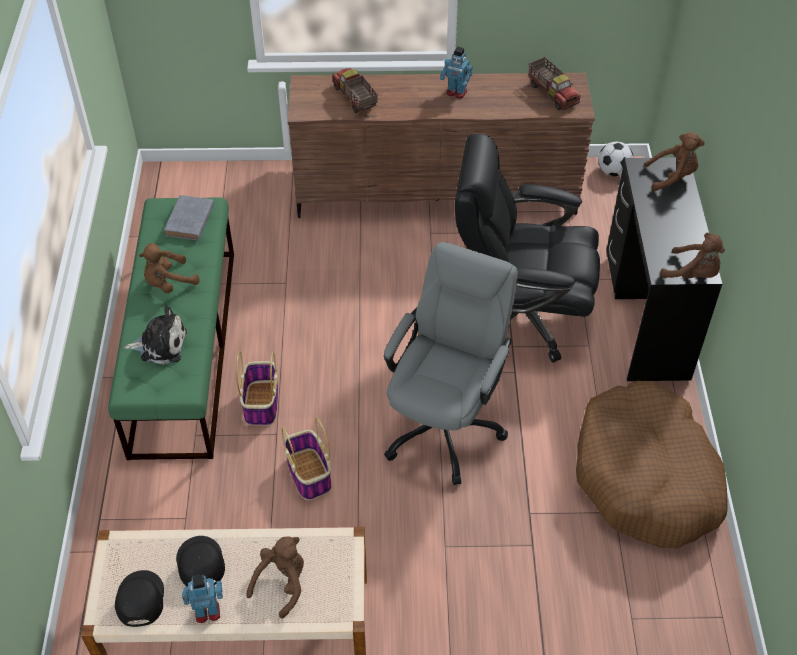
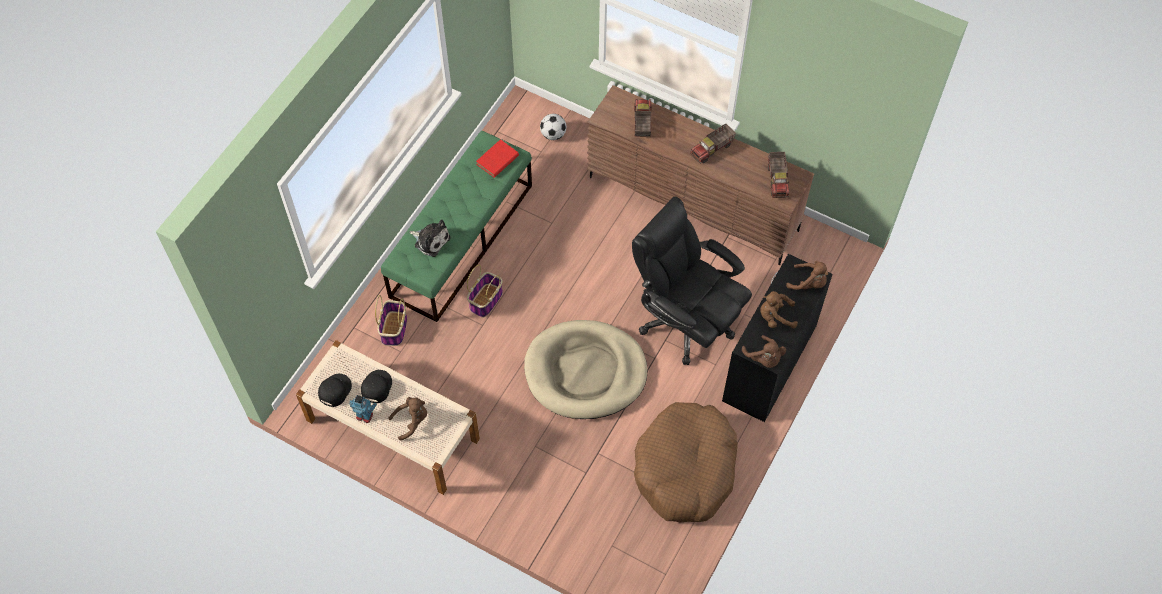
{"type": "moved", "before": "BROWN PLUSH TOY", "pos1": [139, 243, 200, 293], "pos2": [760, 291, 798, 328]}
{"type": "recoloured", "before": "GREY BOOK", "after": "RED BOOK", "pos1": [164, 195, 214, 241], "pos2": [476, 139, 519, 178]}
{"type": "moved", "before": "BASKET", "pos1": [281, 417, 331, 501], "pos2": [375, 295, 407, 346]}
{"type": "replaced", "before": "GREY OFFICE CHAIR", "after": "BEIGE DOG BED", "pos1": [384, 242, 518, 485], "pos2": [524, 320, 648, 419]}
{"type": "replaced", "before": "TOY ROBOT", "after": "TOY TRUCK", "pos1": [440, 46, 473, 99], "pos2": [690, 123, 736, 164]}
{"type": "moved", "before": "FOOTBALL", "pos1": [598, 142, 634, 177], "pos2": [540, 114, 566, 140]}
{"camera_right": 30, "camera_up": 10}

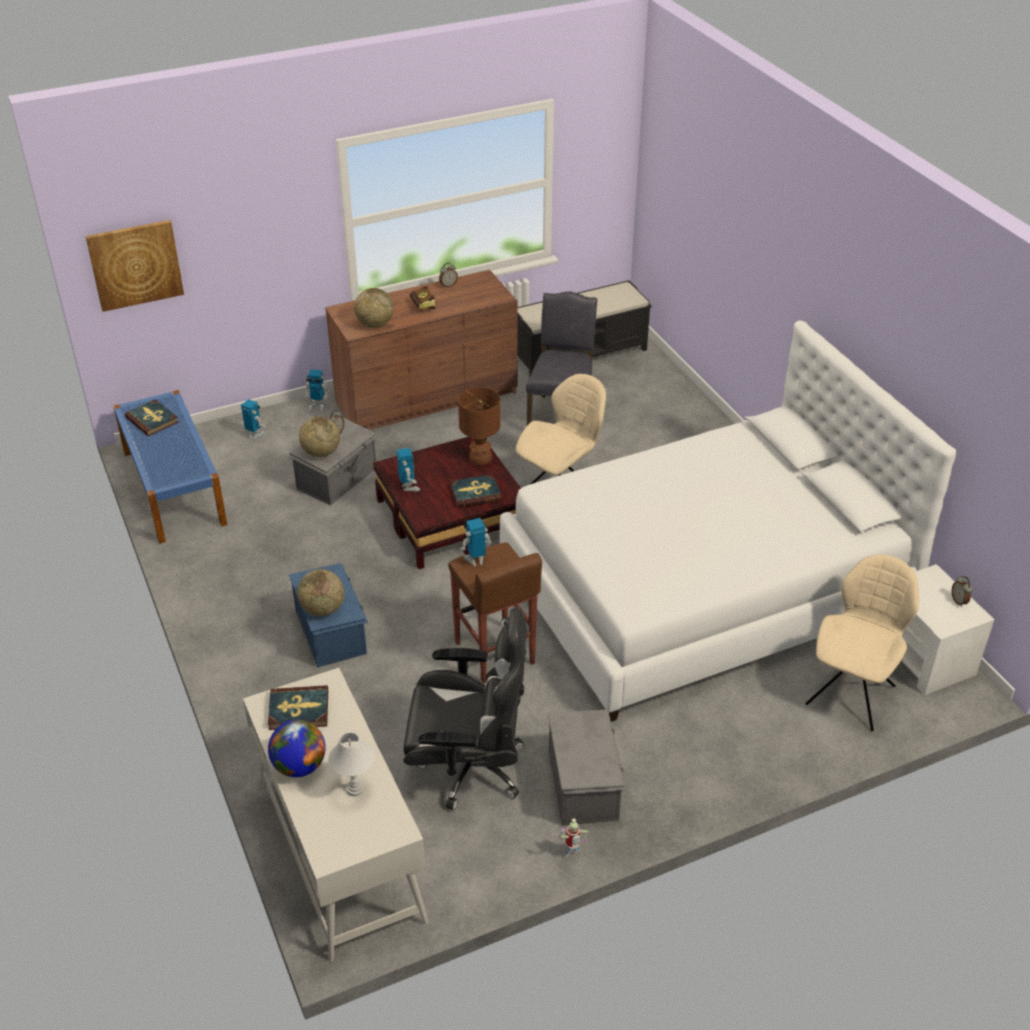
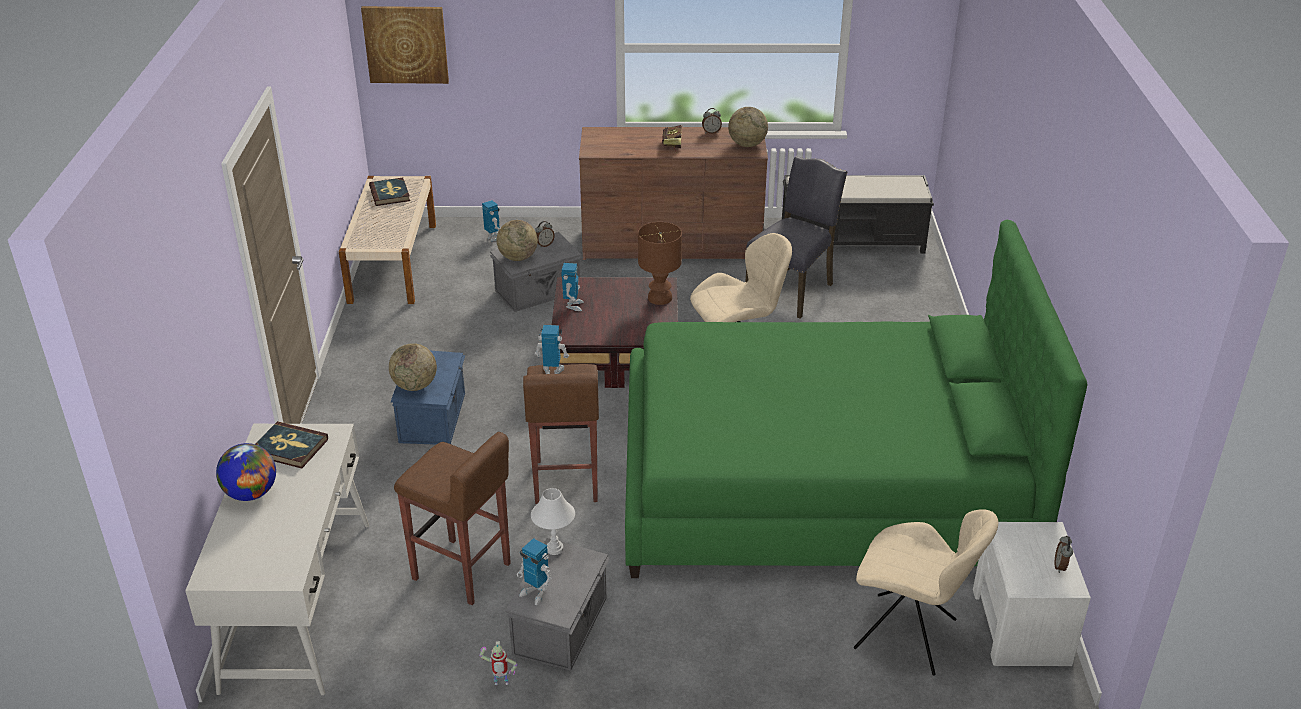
{"type": "recoloured", "before": "BLUE BENCH", "after": "BEIGE BENCH", "pos1": [113, 390, 228, 544], "pos2": [339, 176, 436, 304]}
{"type": "moved", "before": "TOY ROBOT", "pos1": [304, 369, 329, 412], "pos2": [517, 538, 552, 605]}
{"type": "moved", "before": "WHITE TABLE LAMP", "pos1": [328, 732, 375, 796], "pos2": [531, 488, 575, 555]}
{"type": "moved", "before": "GLOBE", "pos1": [354, 288, 394, 328], "pos2": [728, 107, 768, 147]}
{"type": "replaced", "before": "BLACK OFFICE CHAIR", "after": "BROWN STOOL", "pos1": [403, 607, 527, 810], "pos2": [394, 432, 511, 605]}
{"type": "removed", "before": "BOOK", "pos1": [450, 474, 502, 508]}
{"type": "recoloured", "before": "WHITE BED", "after": "GREEN BED", "pos1": [500, 320, 956, 722], "pos2": [625, 220, 1088, 578]}
{"type": "turned", "before": "BEIGE CHAIR", "pos1": [805, 555, 919, 731], "pos2": [854, 509, 999, 676], "turn": 60}
{"camera_right": 25, "camera_up": -5}

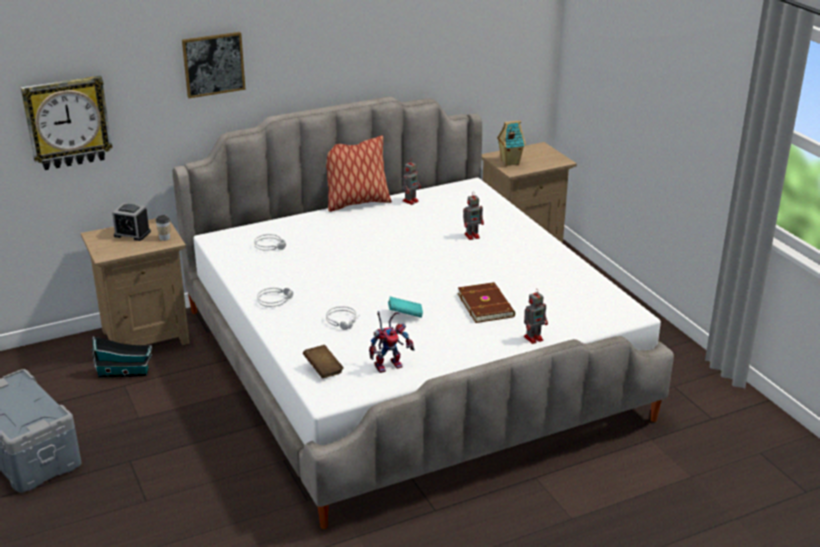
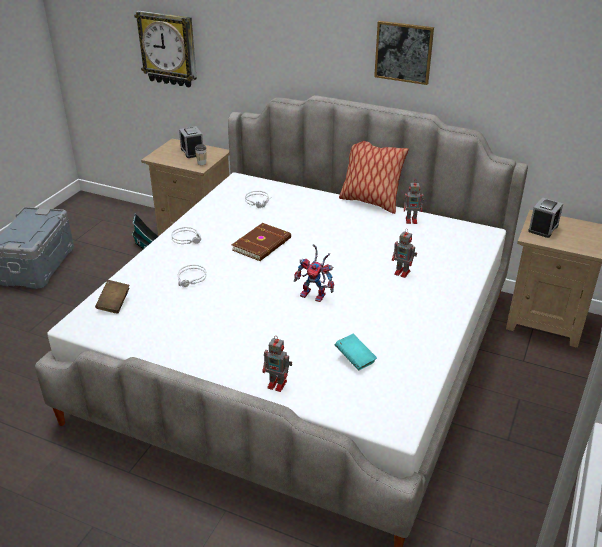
{"type": "moved", "before": "PICTURE", "pos1": [182, 32, 246, 98], "pos2": [374, 21, 434, 85]}
{"type": "moved", "before": "TOY ROBOT", "pos1": [369, 311, 415, 373], "pos2": [294, 244, 334, 302]}
{"type": "moved", "before": "TURQUOISE BOOK", "pos1": [388, 297, 423, 318], "pos2": [335, 334, 377, 371]}
{"type": "moved", "before": "BROWN BOOK", "pos1": [457, 282, 515, 323], "pos2": [232, 223, 291, 261]}
{"type": "replaced", "before": "TOY HOUSE", "after": "ALARM CLOCK", "pos1": [497, 120, 526, 166], "pos2": [528, 198, 563, 238]}
{"camera_right": 50, "camera_up": 5}

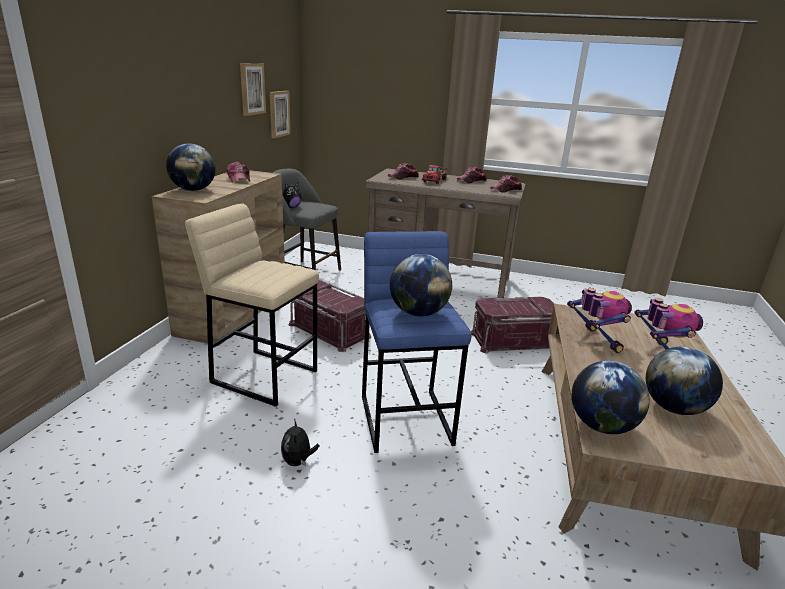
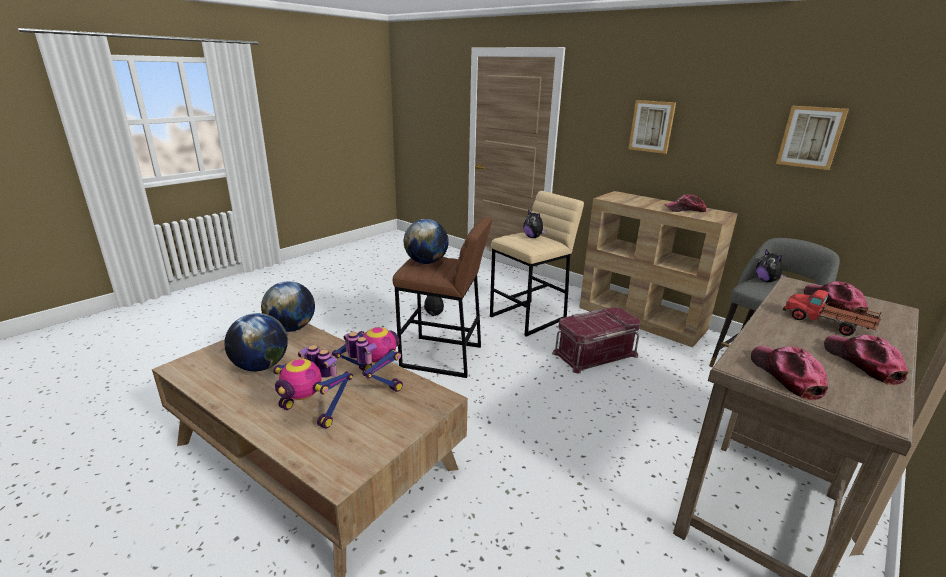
{"type": "removed", "before": "GLOBE", "pos1": [166, 143, 216, 191]}
{"type": "moved", "before": "PICTURE", "pos1": [270, 91, 291, 138], "pos2": [628, 100, 676, 154]}
{"type": "recoloured", "before": "BLUE STOOL", "after": "BROWN STOOL", "pos1": [362, 231, 471, 453], "pos2": [393, 217, 492, 378]}
{"type": "removed", "before": "RED STORAGE BOX", "pos1": [471, 297, 554, 354]}
{"type": "turned", "before": "TOY ROBOT", "pos1": [567, 288, 632, 353], "pos2": [332, 327, 403, 392], "turn": -150}
{"type": "added", "after": "PLUSH TOY", "pos2": [523, 210, 547, 238]}
{"camera_right": 115, "camera_up": 0}

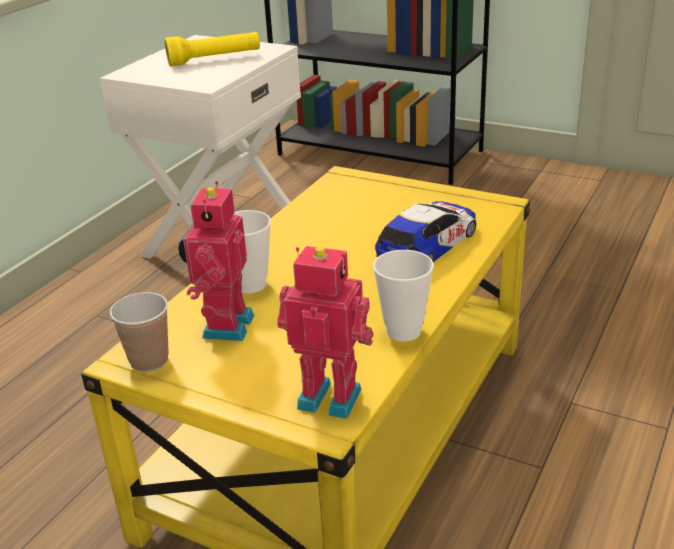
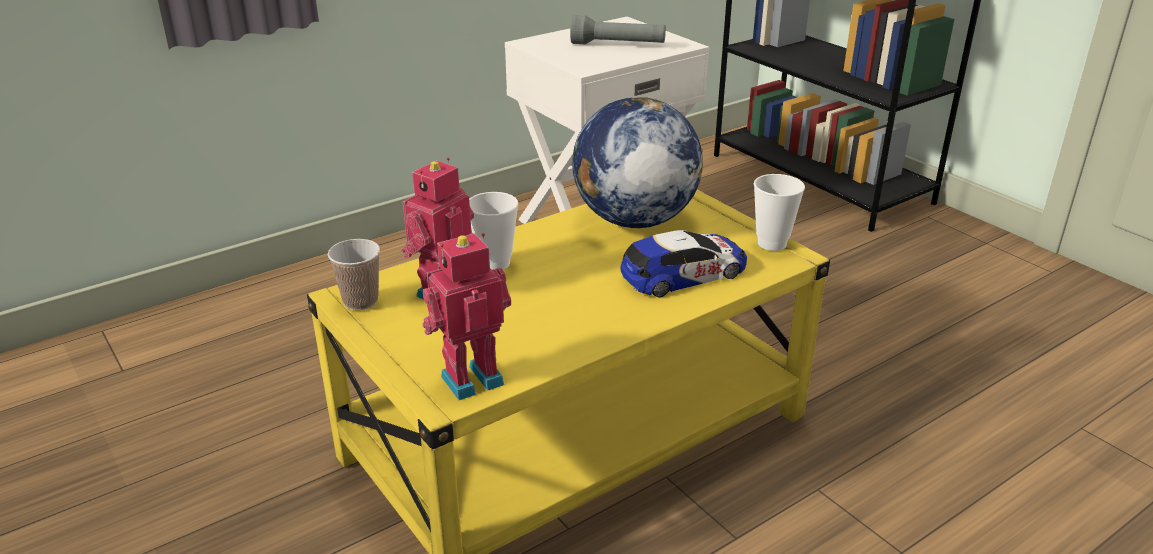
{"type": "recoloured", "before": "YELLOW FLASHLIGHT", "after": "GREY FLASHLIGHT", "pos1": [164, 32, 260, 67], "pos2": [570, 15, 666, 44]}
{"type": "turned", "before": "TOY ROBOT", "pos1": [277, 246, 374, 419], "pos2": [423, 233, 511, 400], "turn": -75}
{"type": "moved", "before": "CUP", "pos1": [373, 250, 434, 341], "pos2": [754, 174, 805, 251]}
{"type": "added", "after": "GLOBE", "pos2": [572, 97, 704, 228]}
{"camera_right": 25, "camera_up": 0}

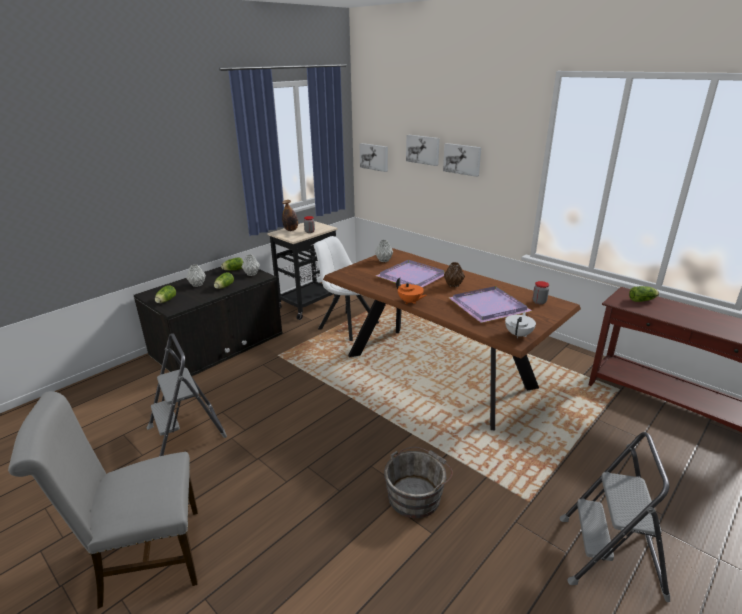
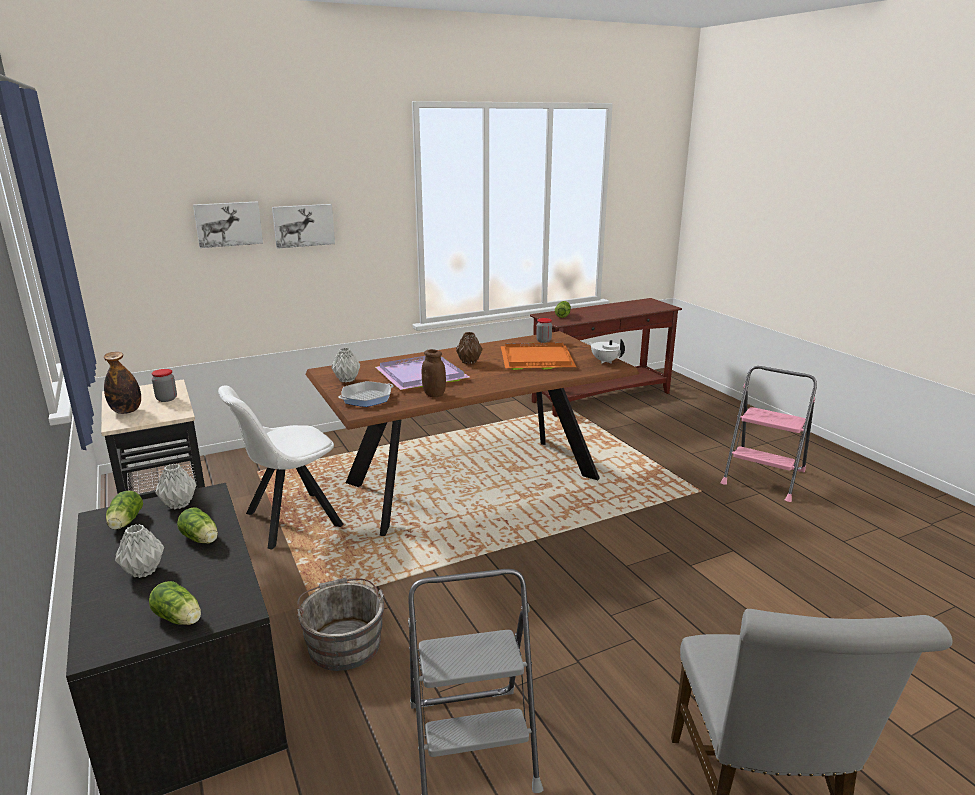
{"type": "removed", "before": "PICTURE", "pos1": [359, 143, 388, 172]}
{"type": "moved", "before": "GREY BUCKET", "pos1": [384, 447, 453, 518], "pos2": [297, 578, 384, 671]}
{"type": "removed", "before": "ORANGE TEAPOT", "pos1": [396, 278, 427, 304]}
{"type": "recoloured", "before": "PURPLE TRAY", "after": "ORANGE TRAY", "pos1": [449, 286, 532, 323], "pos2": [501, 342, 576, 370]}
{"type": "recoloured", "before": "GREY STEP LADDER", "after": "PINK STEP LADDER", "pos1": [560, 432, 670, 602], "pos2": [721, 366, 817, 502]}
{"type": "added", "after": "FRYING PAN", "pos2": [338, 381, 393, 407]}
{"type": "added", "after": "BROWN JAR", "pos2": [422, 349, 446, 397]}
{"camera_right": -70, "camera_up": -5}

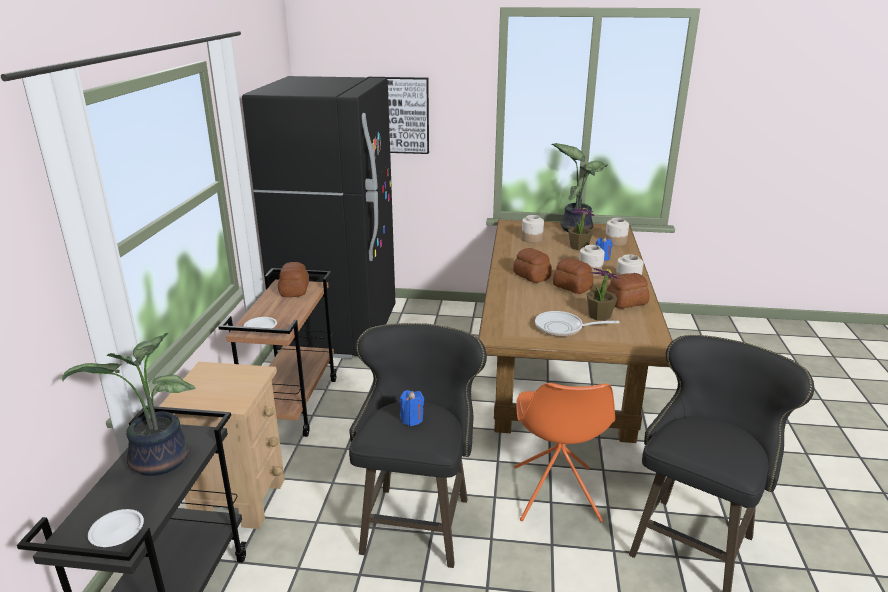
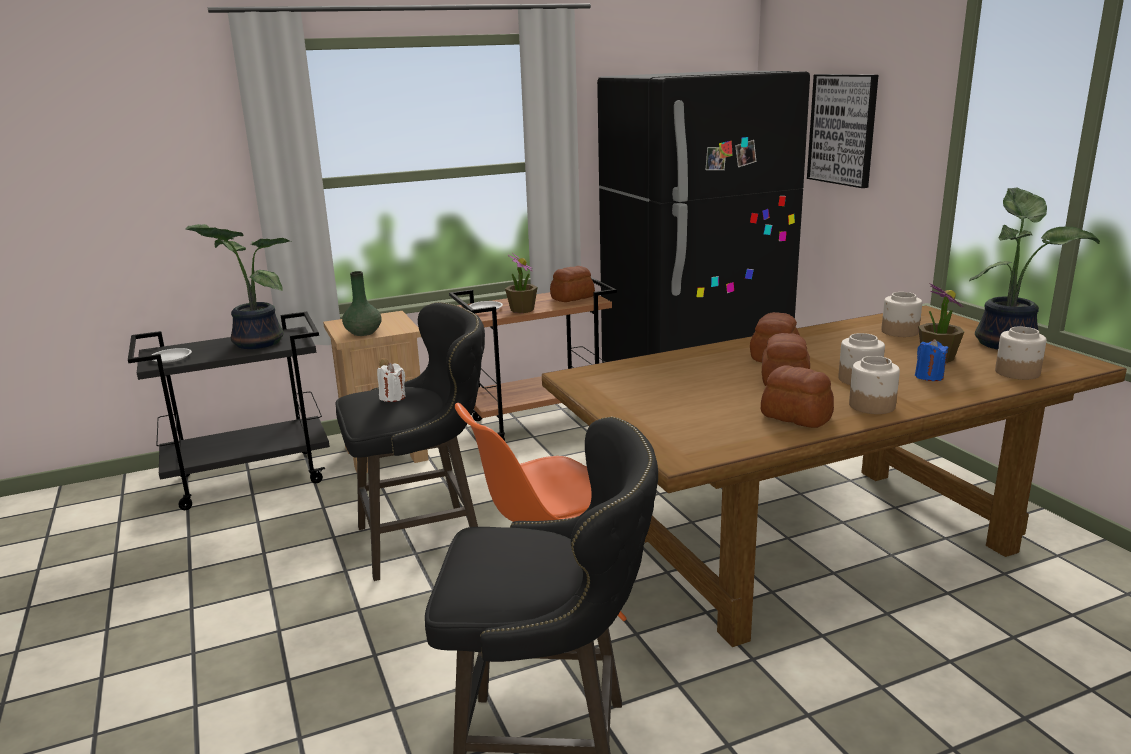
{"type": "recoloured", "before": "BLUE CANDLE", "after": "WHITE CANDLE", "pos1": [400, 390, 424, 426], "pos2": [377, 363, 406, 402]}
{"type": "removed", "before": "FRYING PAN", "pos1": [535, 311, 619, 337]}
{"type": "moved", "before": "POTTED PLANT", "pos1": [587, 268, 620, 321], "pos2": [505, 253, 538, 313]}
{"type": "added", "after": "GREEN VASE", "pos2": [342, 271, 382, 336]}
{"camera_right": 60, "camera_up": -5}

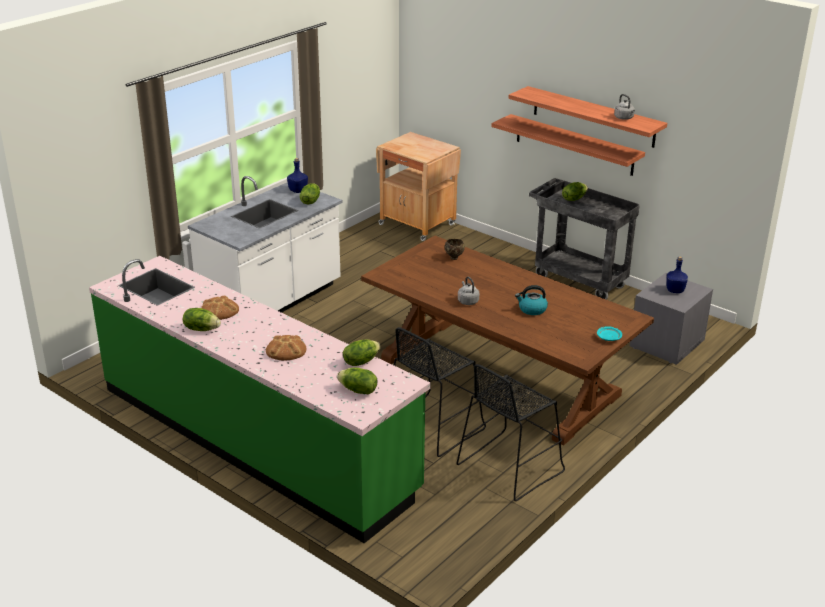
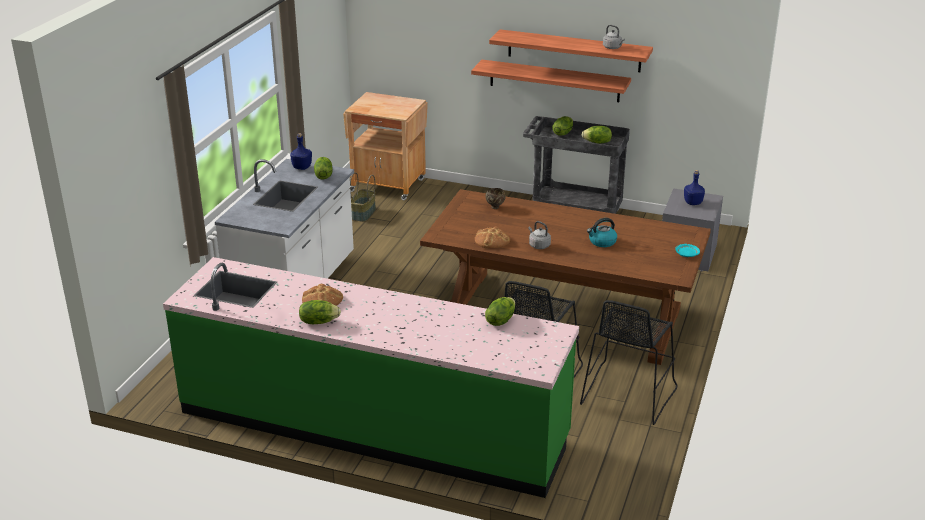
{"type": "moved", "before": "BREAD", "pos1": [266, 335, 306, 361], "pos2": [475, 227, 510, 249]}
{"type": "moved", "before": "LETTUCE", "pos1": [337, 367, 377, 394], "pos2": [582, 126, 612, 144]}
{"type": "added", "after": "BASKET", "pos2": [350, 172, 376, 222]}
{"camera_right": -20, "camera_up": 0}

